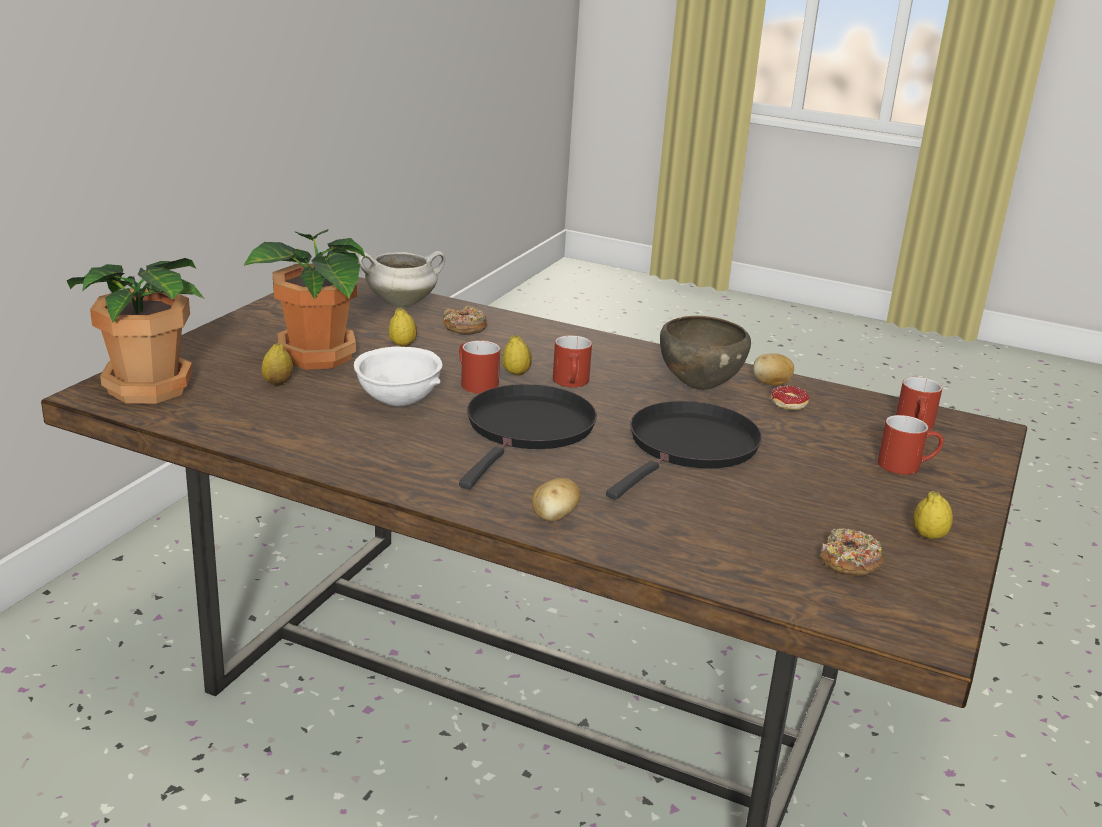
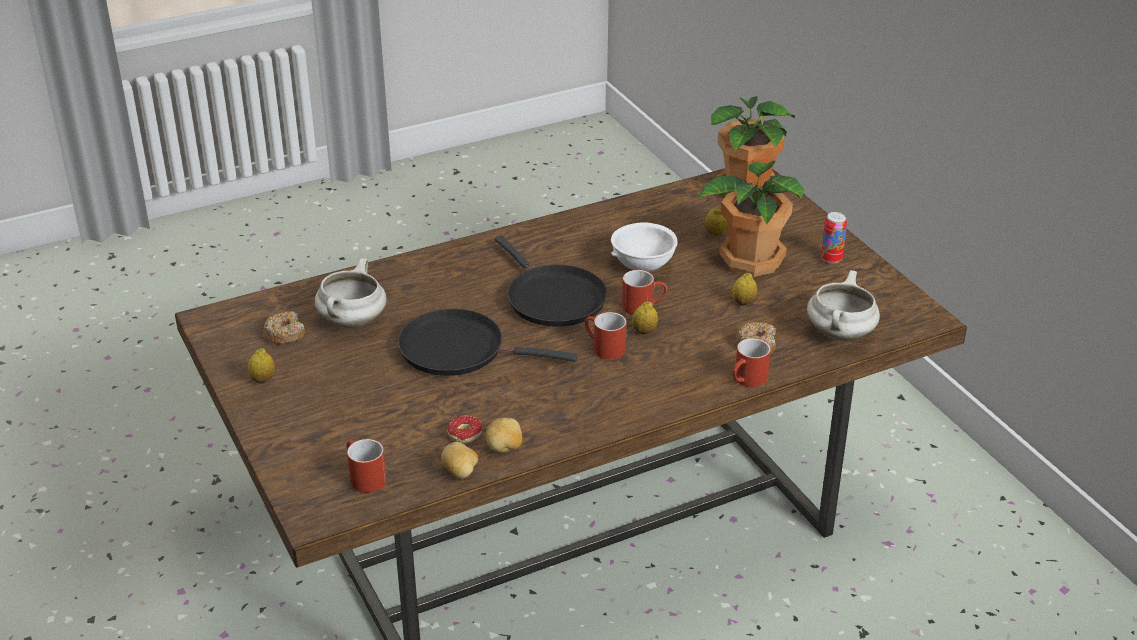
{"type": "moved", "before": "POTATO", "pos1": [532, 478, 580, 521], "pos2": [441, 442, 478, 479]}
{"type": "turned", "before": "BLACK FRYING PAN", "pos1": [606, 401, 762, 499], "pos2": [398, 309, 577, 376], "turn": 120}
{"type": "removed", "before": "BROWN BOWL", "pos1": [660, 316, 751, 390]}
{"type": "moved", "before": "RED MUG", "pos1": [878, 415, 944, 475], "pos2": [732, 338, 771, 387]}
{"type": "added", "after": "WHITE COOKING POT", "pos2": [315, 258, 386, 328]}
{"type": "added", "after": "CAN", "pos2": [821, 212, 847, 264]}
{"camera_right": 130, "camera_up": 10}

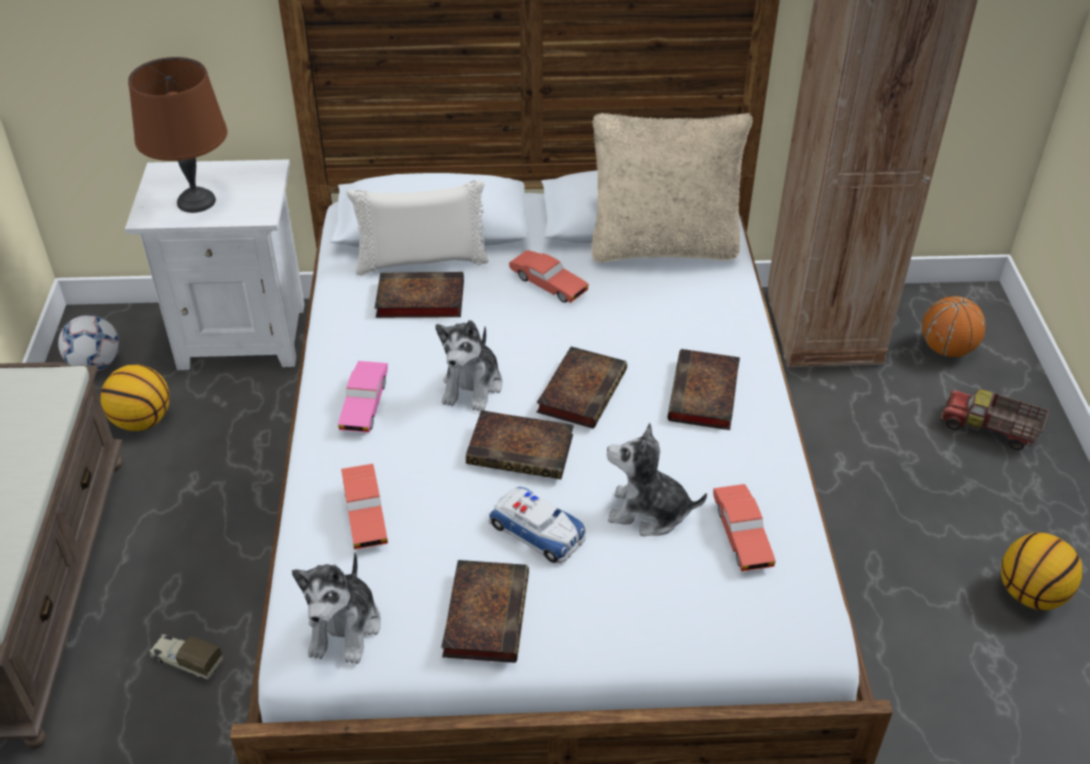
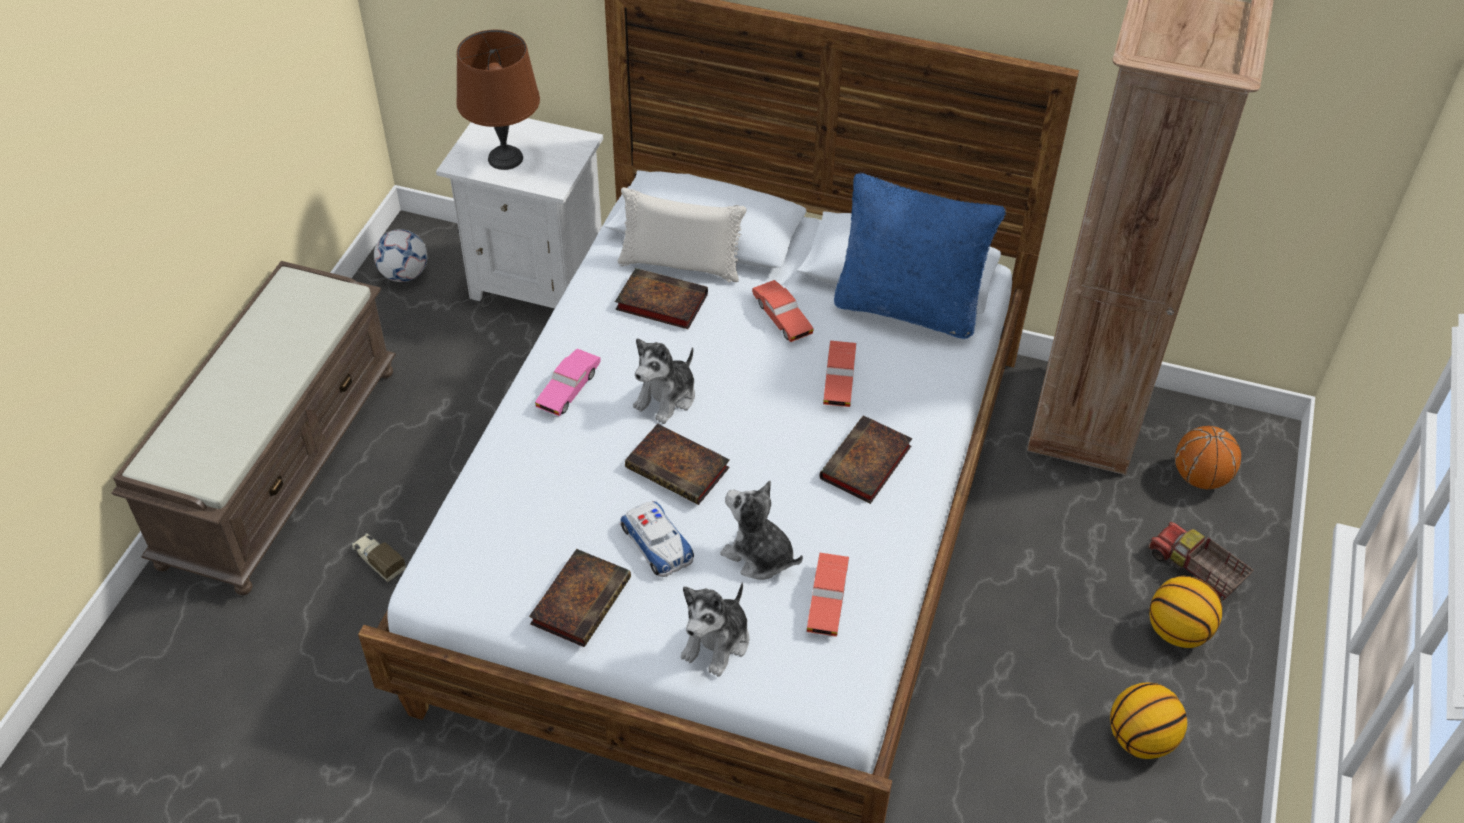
{"type": "moved", "before": "BASKETBALL", "pos1": [100, 364, 170, 431], "pos2": [1150, 576, 1222, 648]}
{"type": "moved", "before": "PLUSH TOY", "pos1": [292, 553, 381, 664], "pos2": [681, 582, 749, 677]}
{"type": "moved", "before": "RED TOY CAR", "pos1": [341, 464, 388, 550], "pos2": [823, 341, 856, 407]}
{"type": "removed", "before": "BOOK", "pos1": [537, 347, 627, 429]}
{"type": "recoloured", "before": "BEIGE PILLOW", "after": "BLUE PILLOW", "pos1": [592, 112, 753, 263], "pos2": [834, 172, 1006, 339]}
{"camera_right": 20, "camera_up": 5}

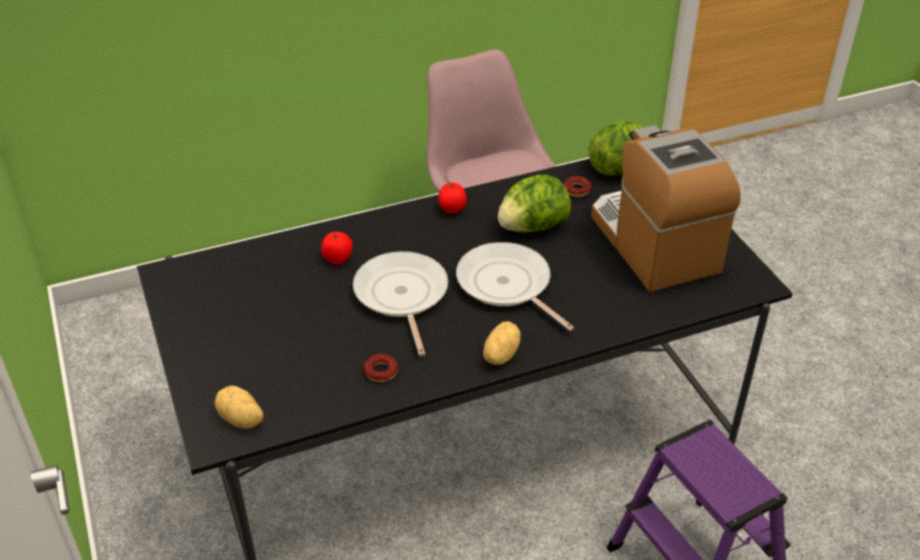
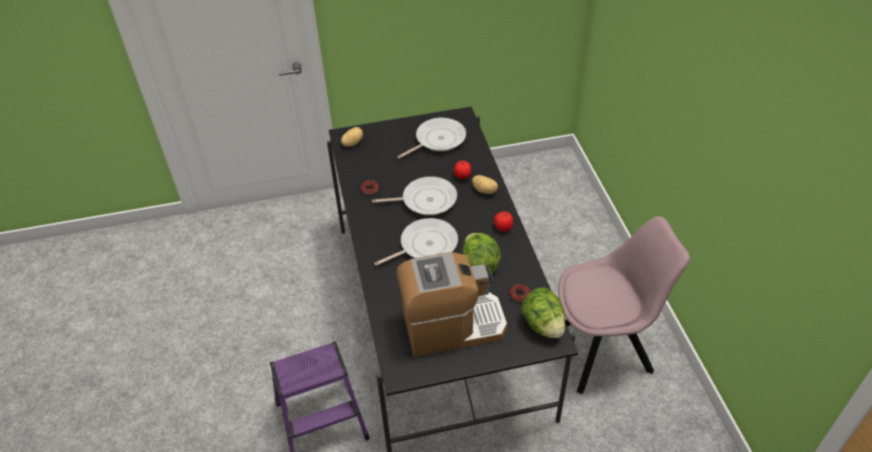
{"type": "moved", "before": "POTATO", "pos1": [483, 321, 521, 365], "pos2": [472, 175, 498, 194]}
{"type": "added", "after": "FRYING PAN", "pos2": [397, 118, 466, 158]}
{"camera_right": 100, "camera_up": 5}

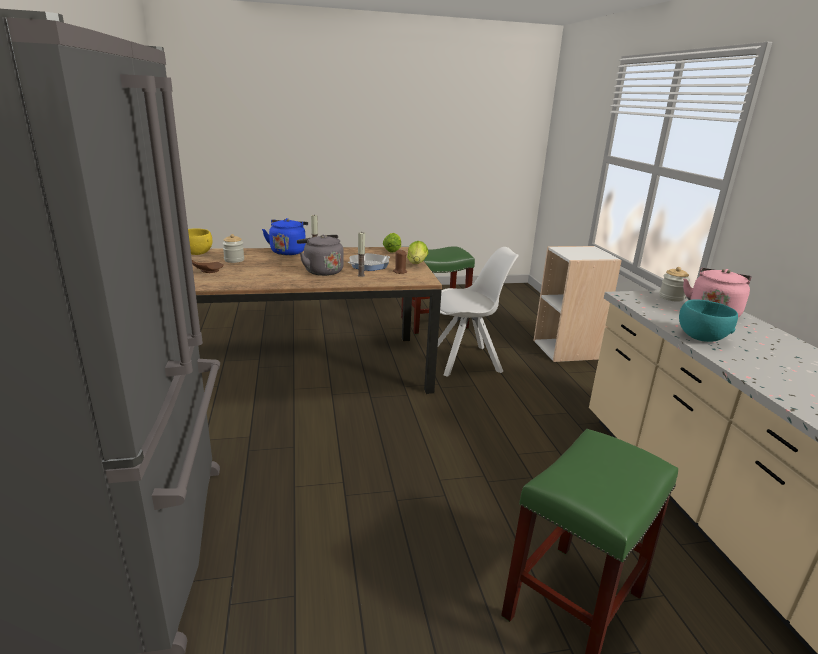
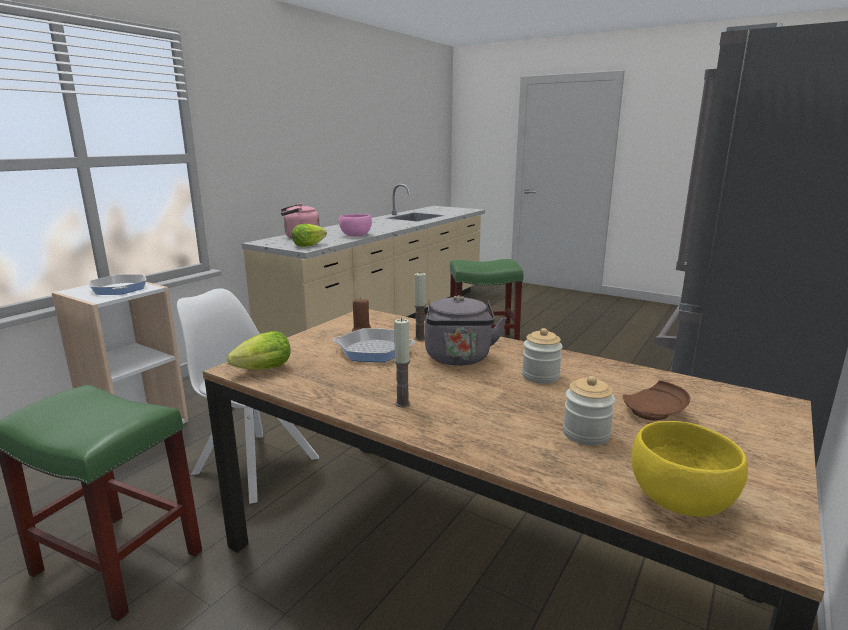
{"type": "removed", "before": "BLUE KETTLE", "pos1": [262, 218, 308, 255]}
{"type": "moved", "before": "LETTUCE", "pos1": [407, 241, 428, 264], "pos2": [292, 224, 327, 247]}
{"type": "moved", "before": "JAR", "pos1": [659, 267, 690, 302], "pos2": [522, 328, 563, 384]}
{"type": "recoloured", "before": "TURQUOISE BOWL", "after": "PINK BOWL", "pos1": [679, 300, 738, 342], "pos2": [338, 214, 372, 236]}
{"type": "added", "after": "FRYING PAN", "pos2": [89, 274, 146, 295]}
{"camera_right": -135, "camera_up": -5}

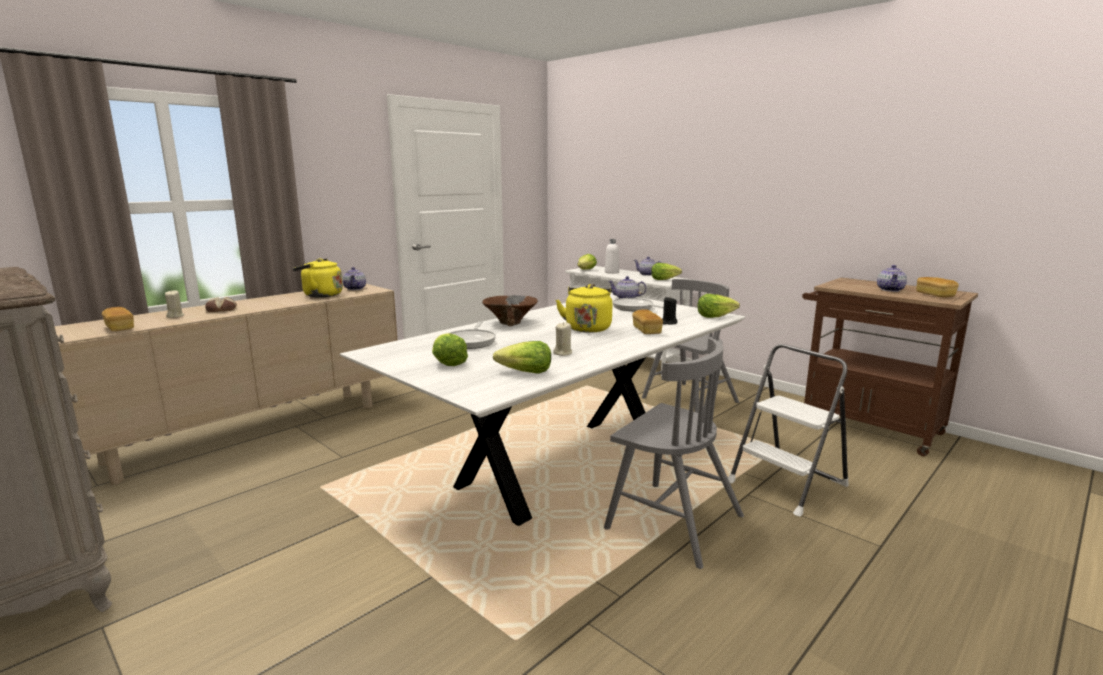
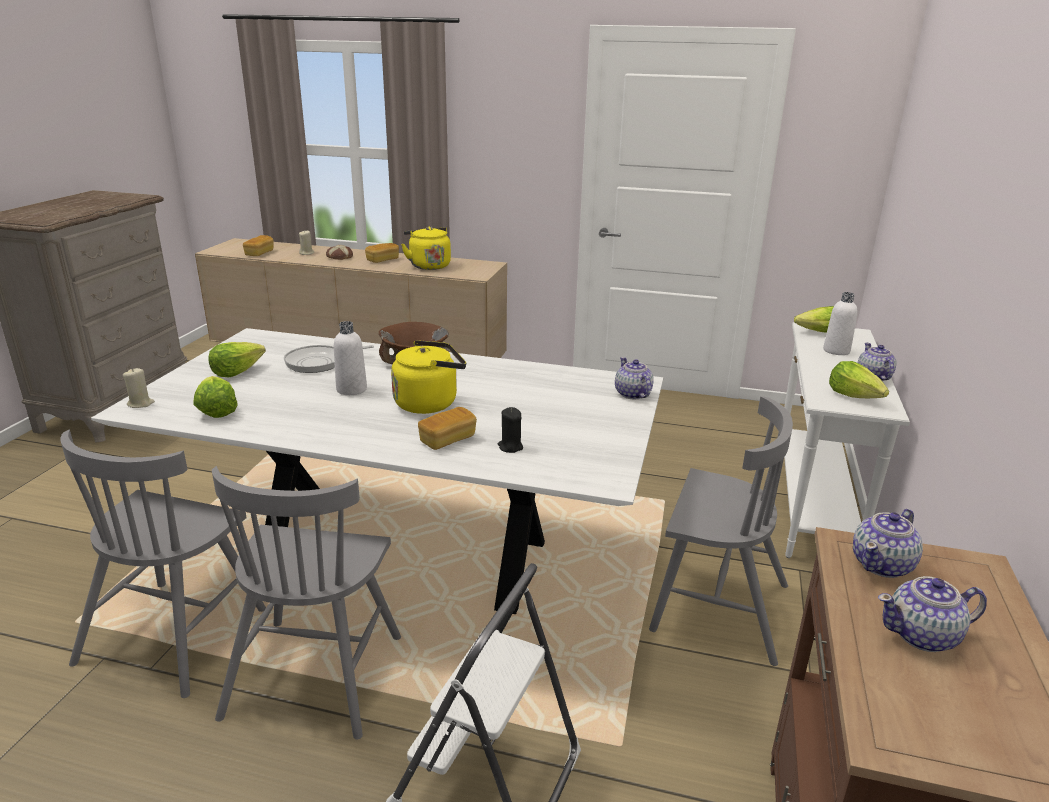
{"type": "moved", "before": "TEAPOT", "pos1": [343, 267, 366, 290], "pos2": [853, 509, 923, 578]}
{"type": "moved", "before": "BEIGE CANDLE", "pos1": [553, 322, 572, 356], "pos2": [123, 368, 155, 408]}
{"type": "removed", "before": "FRYING PAN", "pos1": [613, 298, 664, 311]}
{"type": "removed", "before": "LETTUCE", "pos1": [698, 294, 740, 318]}
{"type": "moved", "before": "BREAD", "pos1": [916, 277, 959, 298], "pos2": [365, 243, 399, 263]}
{"type": "added", "after": "GREY CHAIR", "pos2": [60, 429, 266, 698]}
{"type": "added", "after": "WHITE BOTTLE", "pos2": [334, 321, 367, 395]}
{"camera_right": 60, "camera_up": 10}

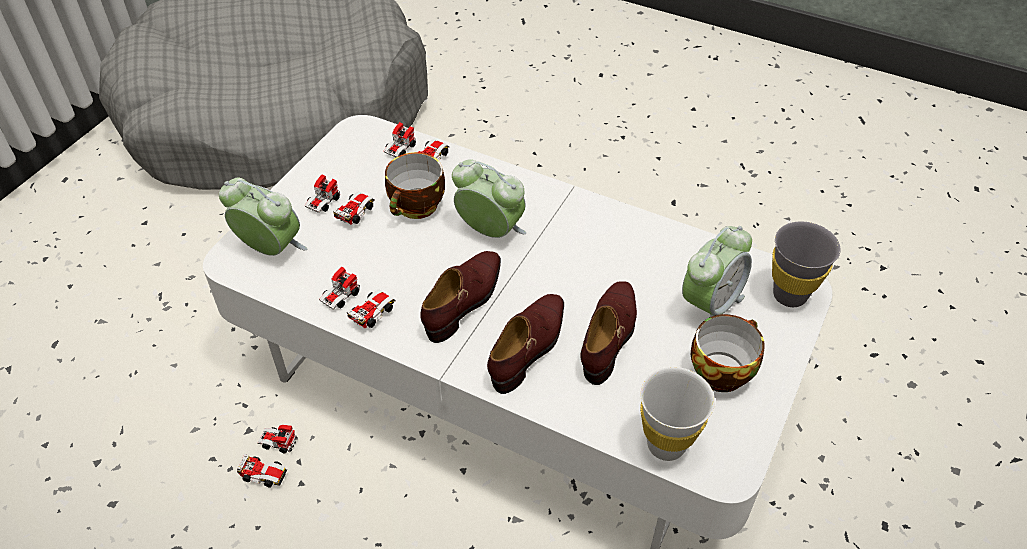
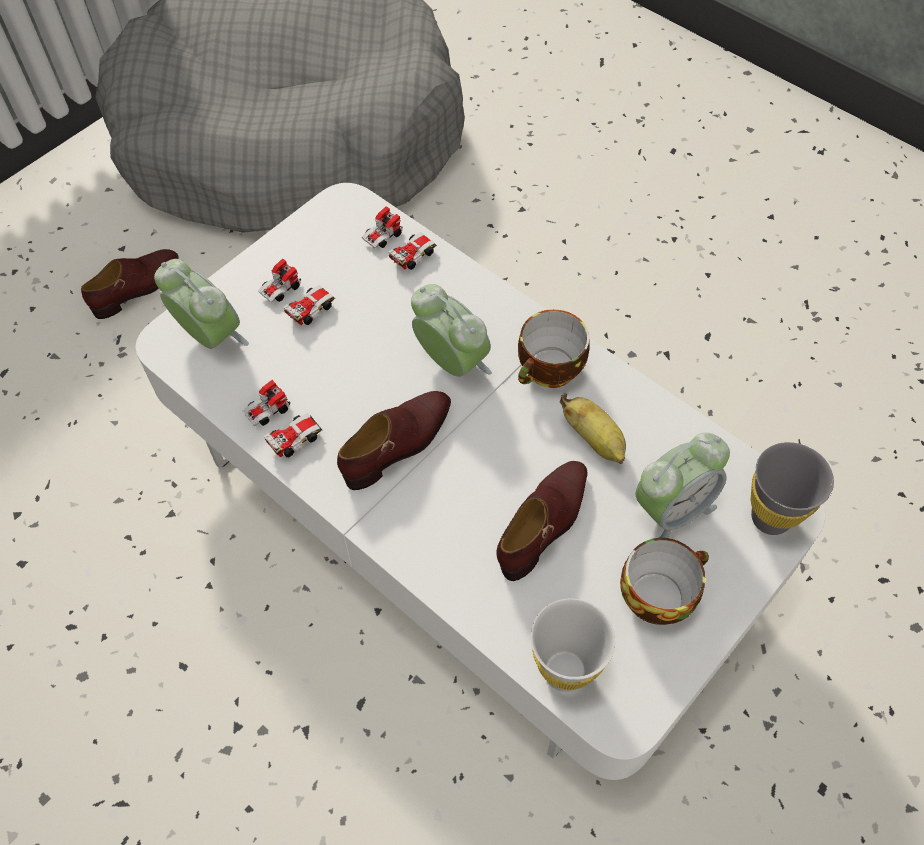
{"type": "removed", "before": "TOY CAR", "pos1": [237, 425, 298, 487]}
{"type": "moved", "before": "CUP", "pos1": [385, 152, 445, 219], "pos2": [518, 309, 590, 388]}
{"type": "moved", "before": "BROWN SHOE", "pos1": [487, 294, 564, 394], "pos2": [81, 249, 179, 319]}
{"type": "added", "after": "BANANA", "pos2": [560, 393, 626, 464]}
{"camera_right": 15, "camera_up": 10}

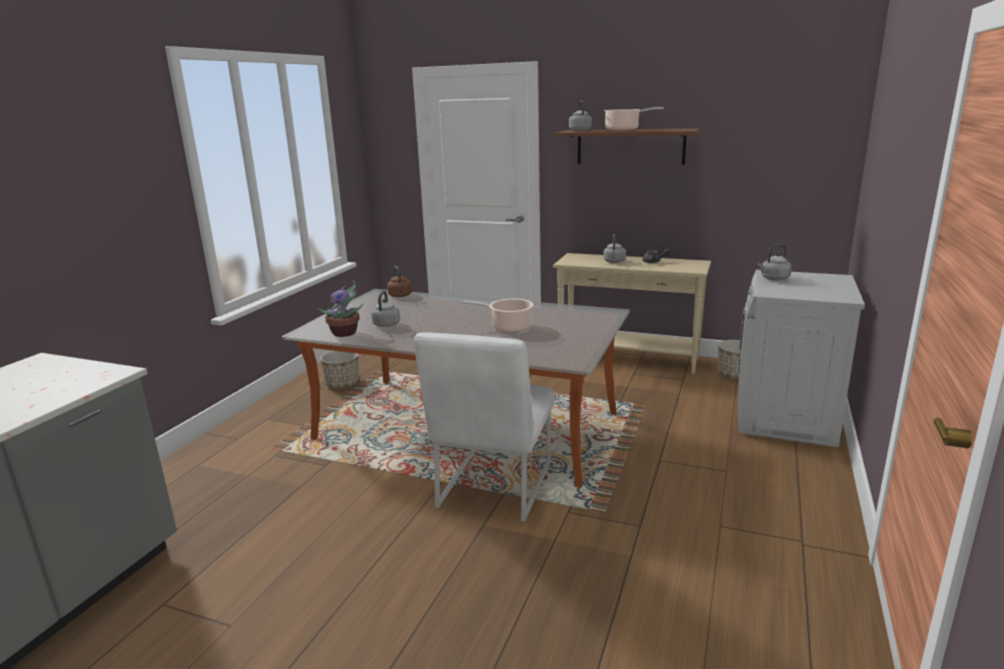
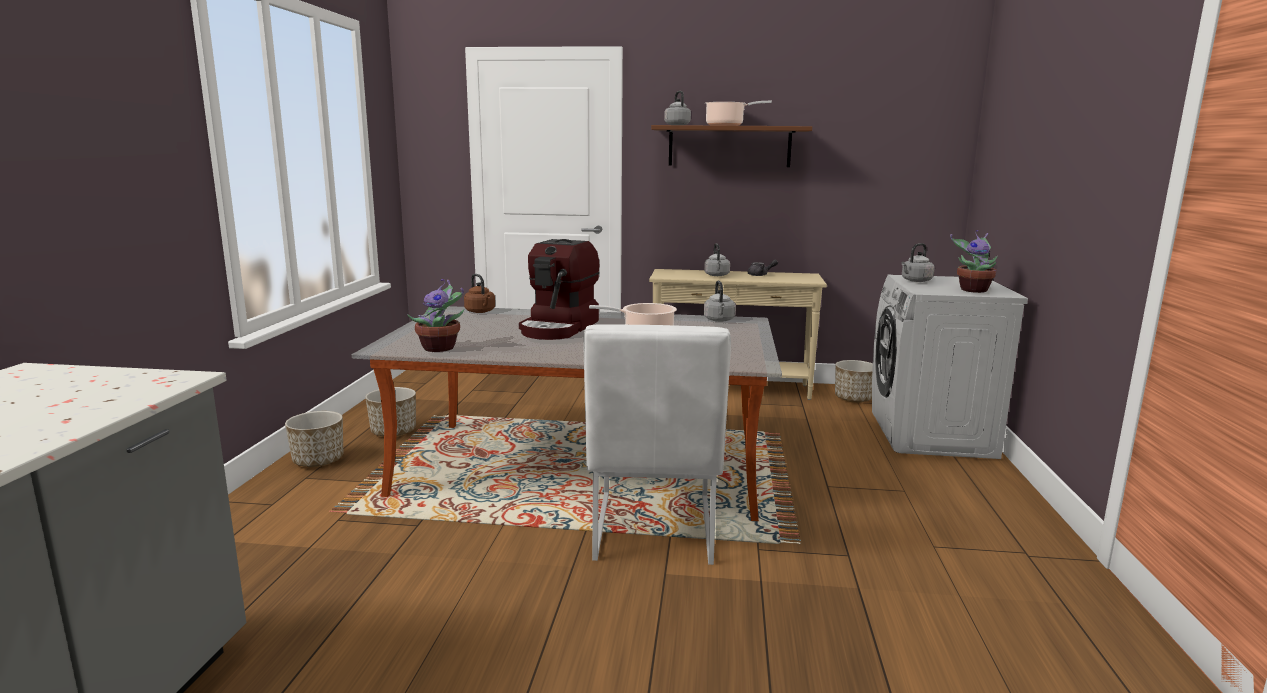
{"type": "moved", "before": "GREY KETTLE", "pos1": [371, 291, 400, 327], "pos2": [704, 281, 736, 322]}
{"type": "added", "after": "PLANTER", "pos2": [285, 411, 343, 467]}
{"type": "added", "after": "COFFEE MACHINE", "pos2": [519, 239, 599, 340]}
{"type": "added", "after": "POTTED PLANT", "pos2": [950, 230, 998, 293]}
{"camera_right": -15, "camera_up": -5}

